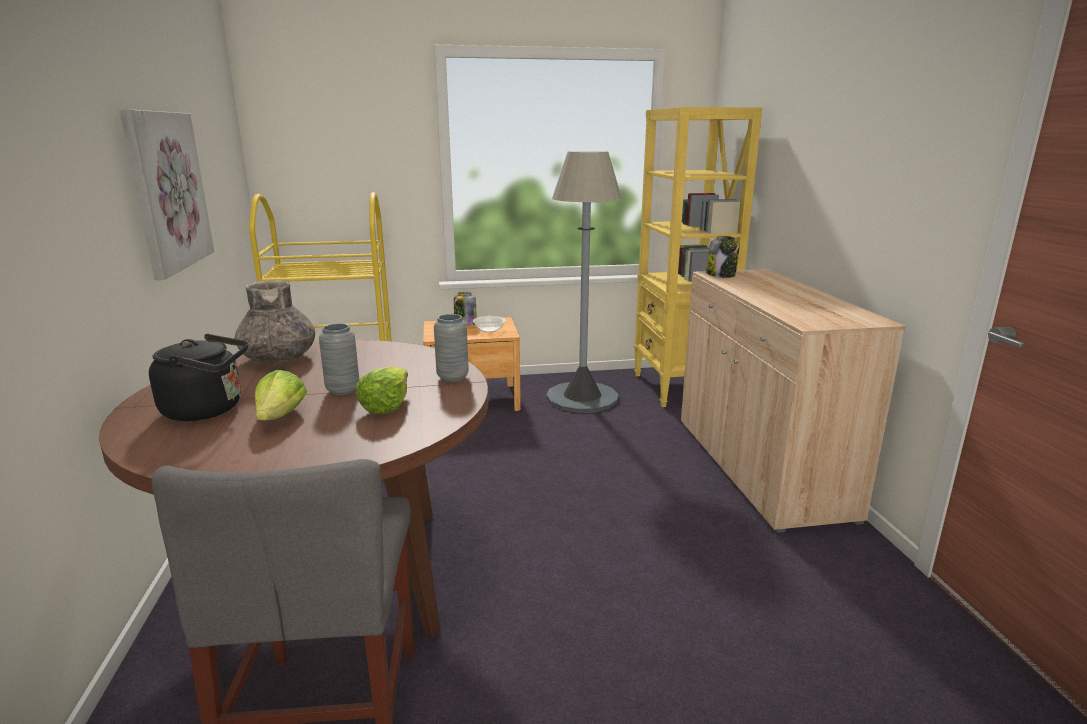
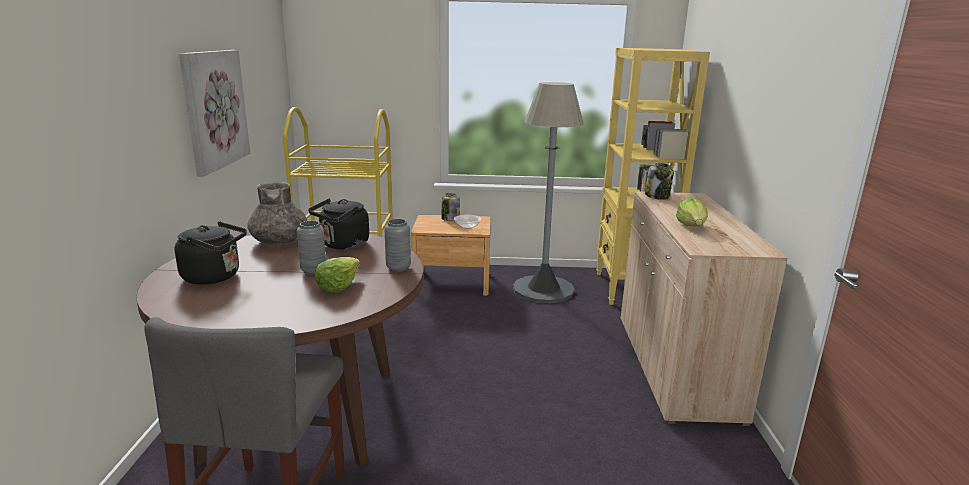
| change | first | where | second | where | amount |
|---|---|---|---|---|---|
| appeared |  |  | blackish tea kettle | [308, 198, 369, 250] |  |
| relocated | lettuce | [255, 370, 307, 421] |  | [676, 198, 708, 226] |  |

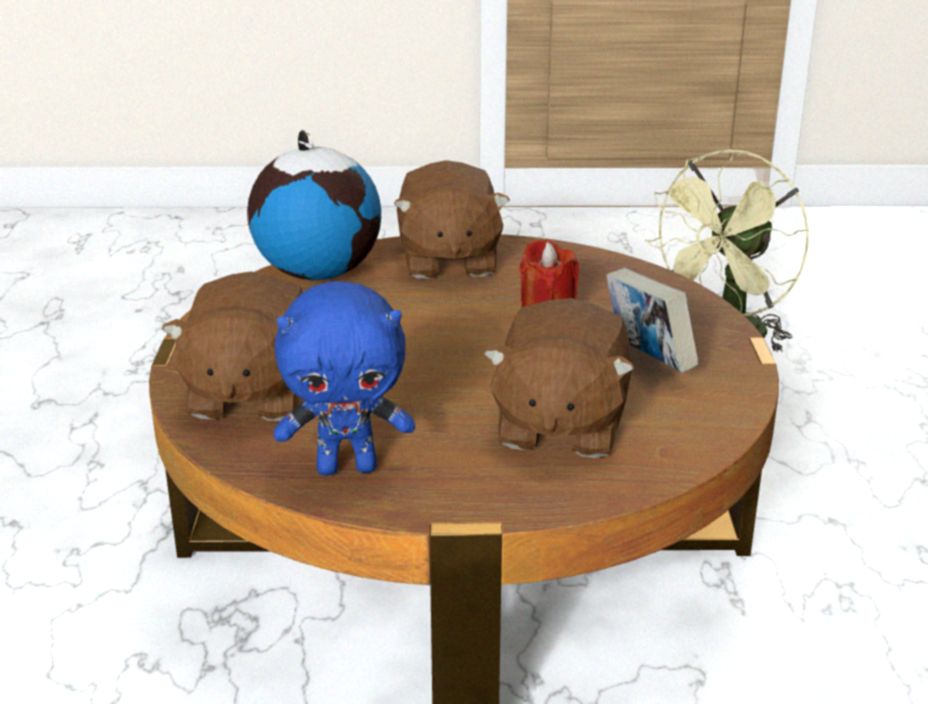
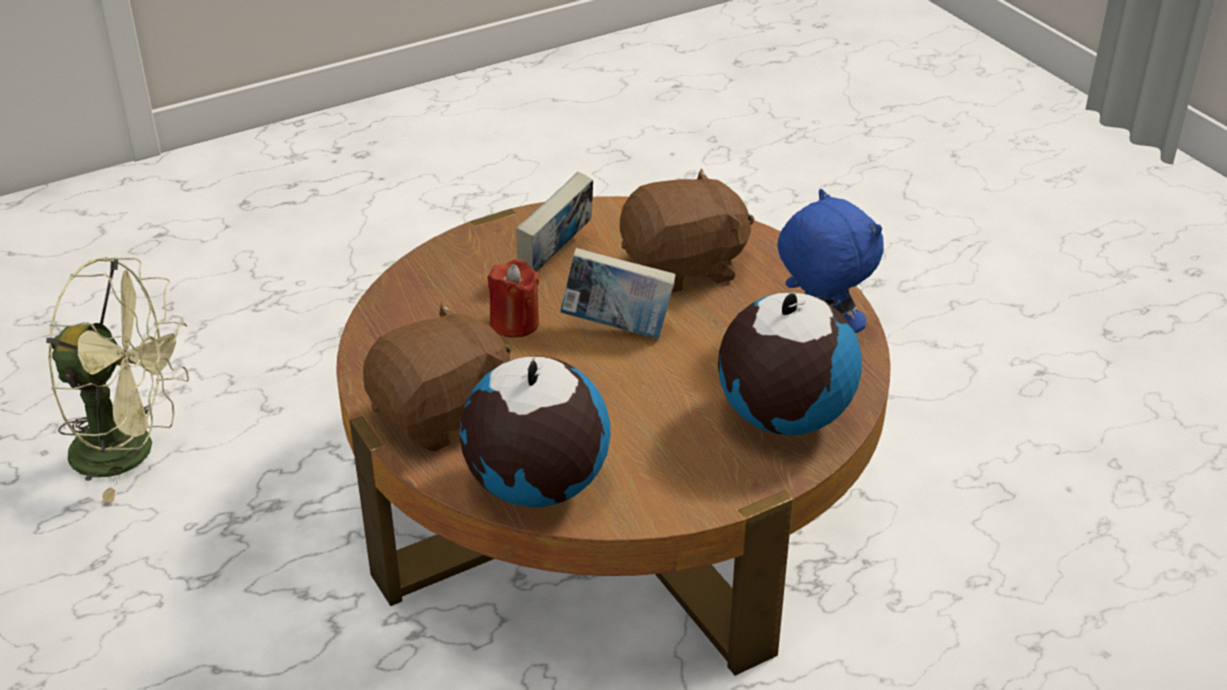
| change | first | where | second | where | amount |
|---|---|---|---|---|---|
| appeared |  |  | volume | [560, 248, 675, 338] |  |
| exchanged | brown cuddly toy | [162, 271, 303, 421] | globe | [718, 292, 862, 436] |  |

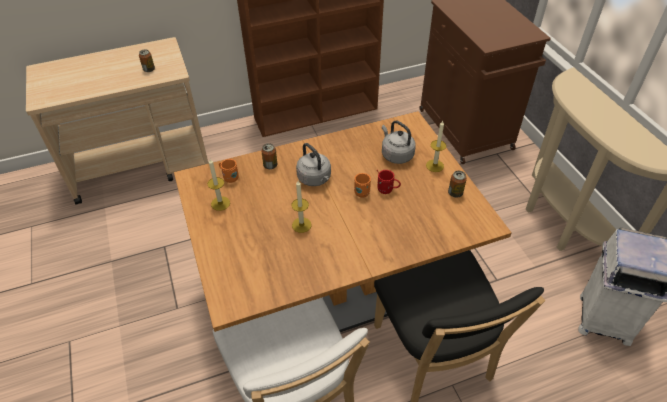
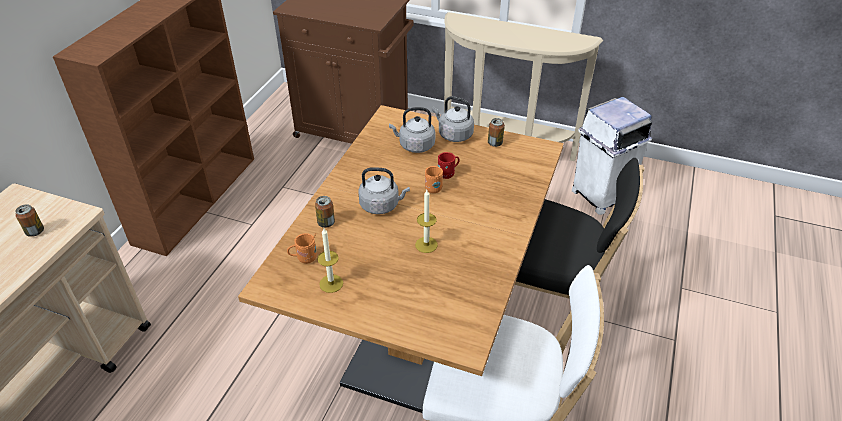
| change | first | where | second | where | amount |
|---|---|---|---|---|---|
| exchanged | wax light | [426, 120, 446, 172] | grey tea kettle | [432, 96, 474, 142] |  |

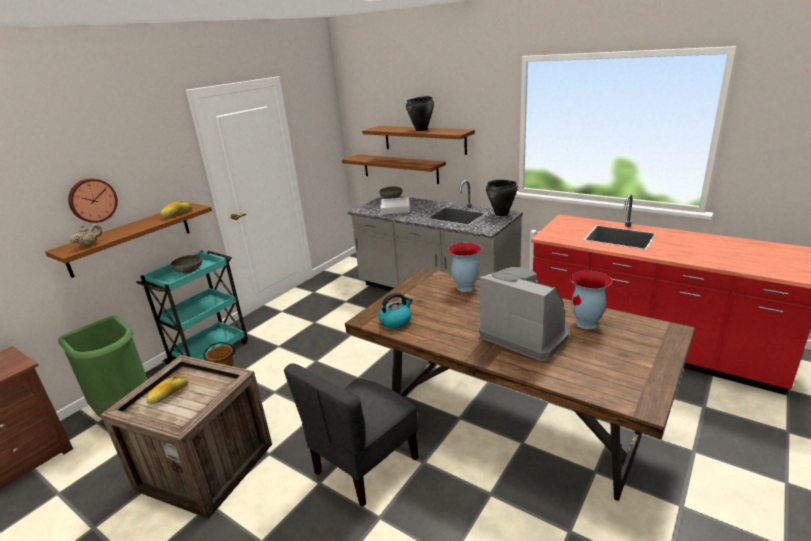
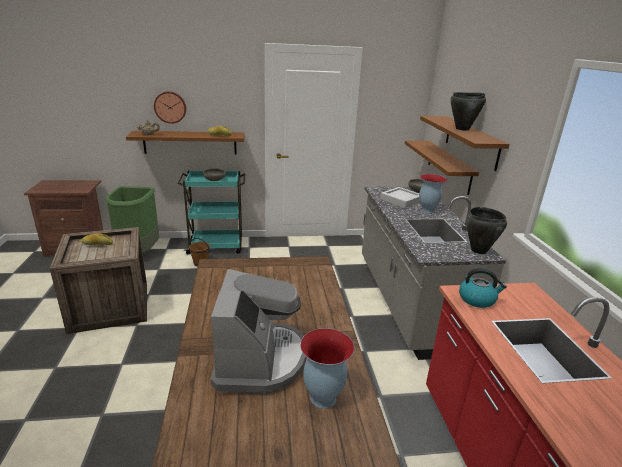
| change | first | where | second | where | amount |
|---|---|---|---|---|---|
| missing | grey upright chair | [284, 363, 418, 507] |  |  |  |
| relocated | tea kettle | [378, 293, 413, 329] |  | [459, 268, 507, 308] |  |
| relocated | vase | [448, 243, 481, 292] |  | [419, 174, 447, 213] |  |

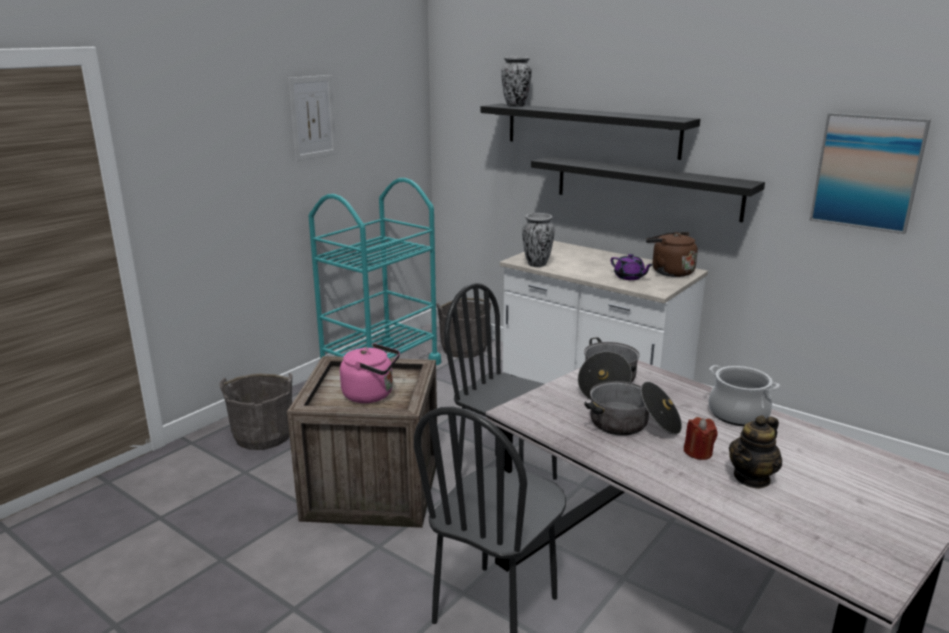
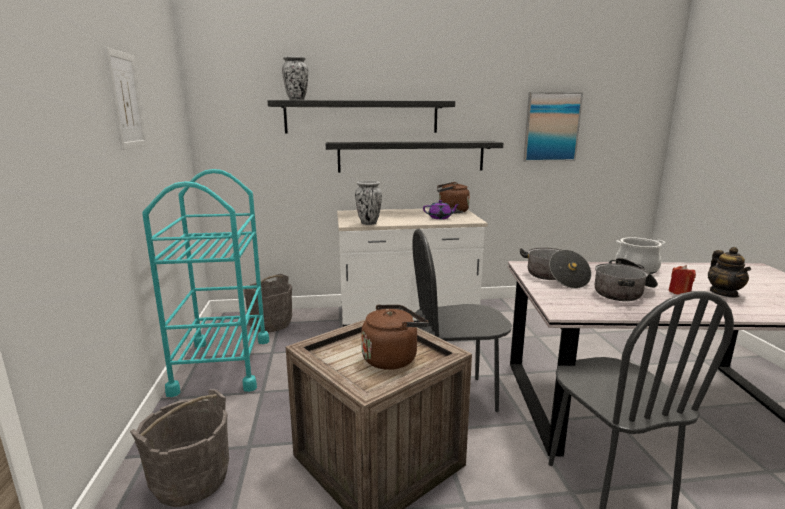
| change | first | where | second | where | amount |
|---|---|---|---|---|---|
| colour | pink-coloured tea kettle | [340, 343, 400, 403] | brown tea kettle | [361, 305, 429, 370] |  |

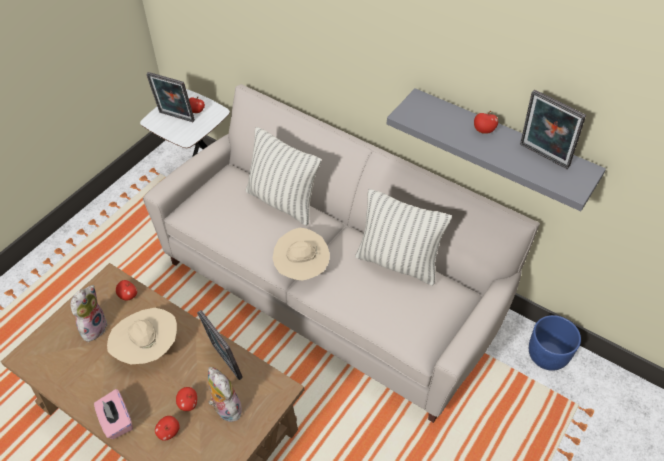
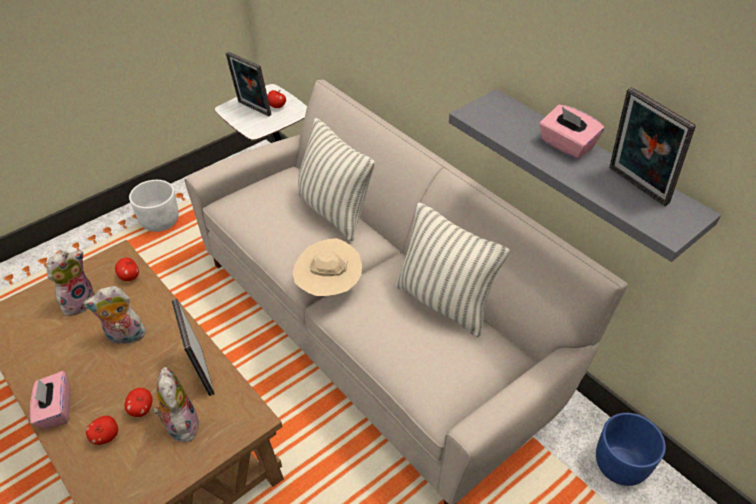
| change | first | where | second | where | amount |
|---|---|---|---|---|---|
| appeared |  |  | whitish plant pot | [129, 180, 179, 232] |  |
| exchanged | beige-coloured clothing hat | [107, 308, 177, 364] | cuddly toy | [83, 286, 146, 345] |  |
| exchanged | apple | [474, 111, 498, 134] | pink-coloured tissue box | [539, 105, 604, 159] |  |

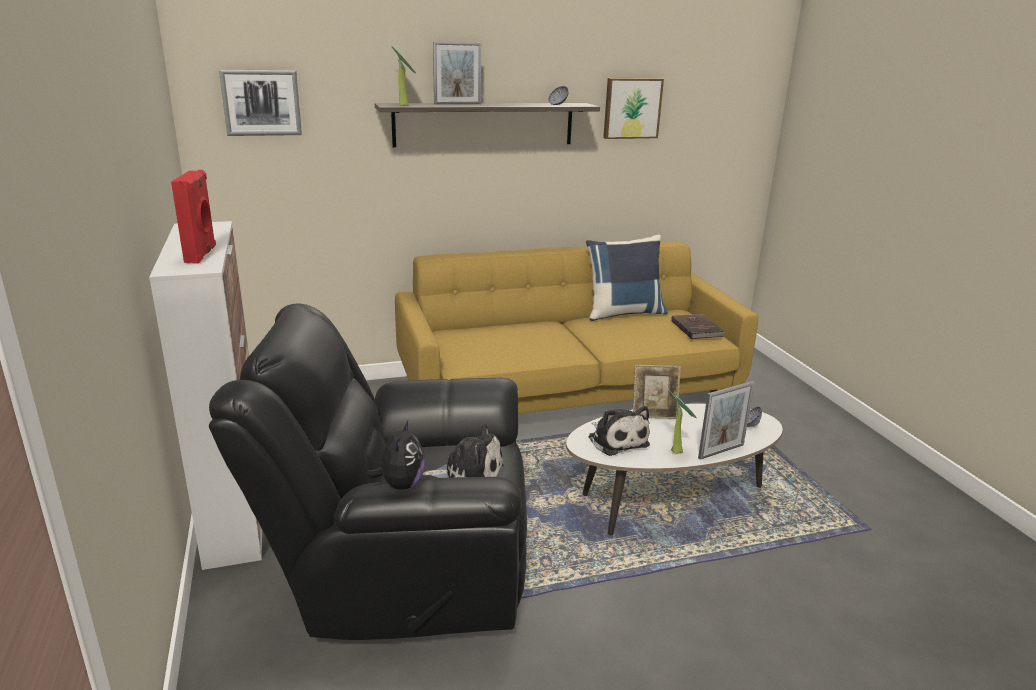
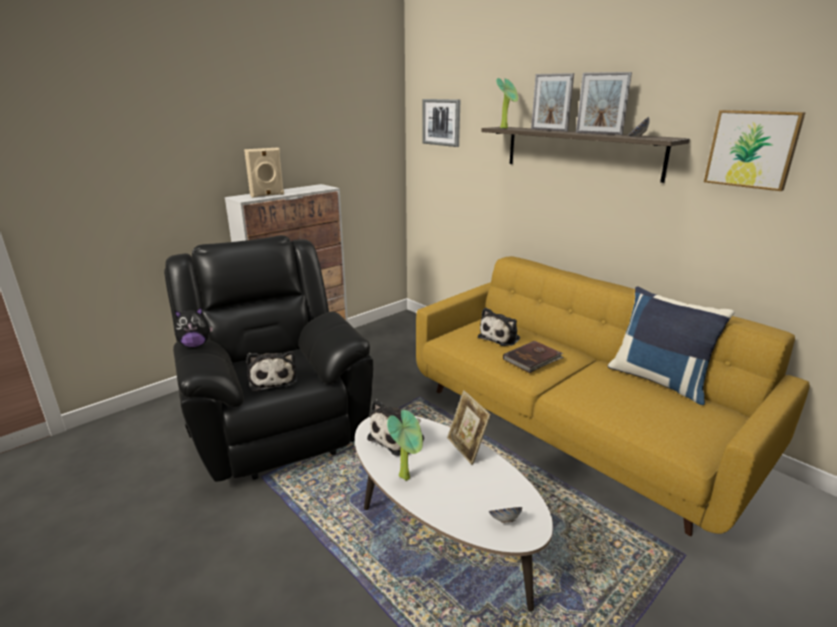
| change | first | where | second | where | amount |
|---|---|---|---|---|---|
| appeared |  |  | cuddly toy | [478, 308, 520, 346] |  |
| relocated | brown volume | [671, 314, 724, 339] |  | [503, 341, 564, 373] |  |
| relocated | photo frame | [698, 381, 755, 460] |  | [576, 72, 632, 135] |  |
| colour | red-coloured audio speaker | [171, 170, 216, 264] | beige-coloured audio speaker | [244, 148, 284, 198] |  |

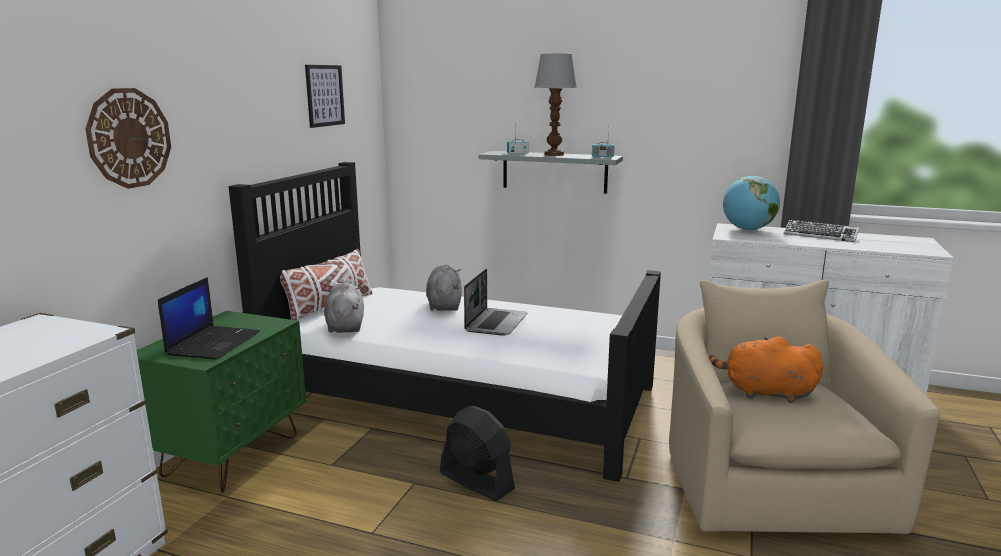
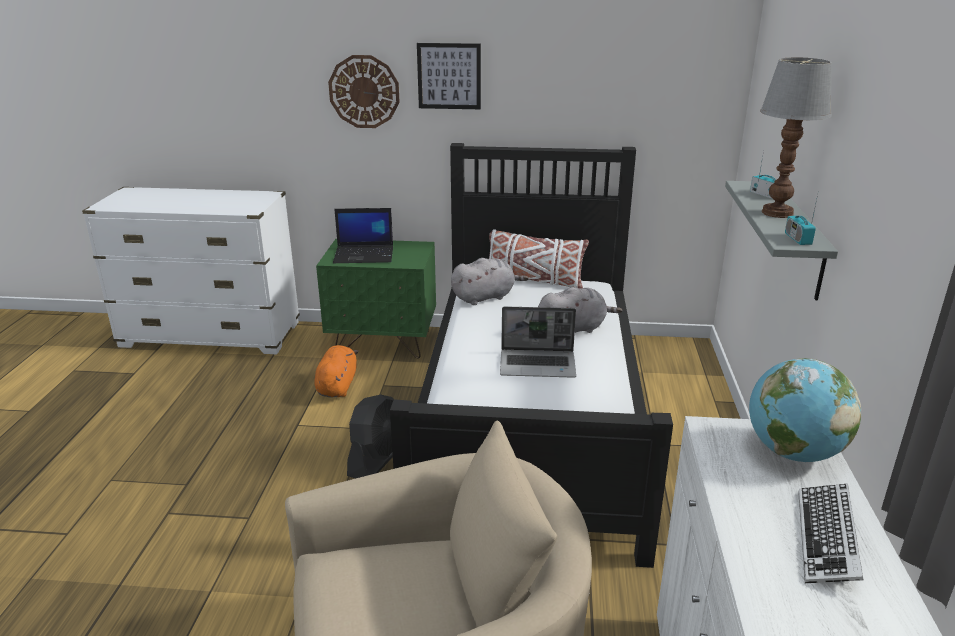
| change | first | where | second | where | amount |
|---|---|---|---|---|---|
| relocated | wall picture | [305, 65, 345, 128] |  | [417, 43, 481, 109] |  |
| relocated | orangey cuddly toy | [709, 337, 823, 403] |  | [314, 345, 359, 397] |  |

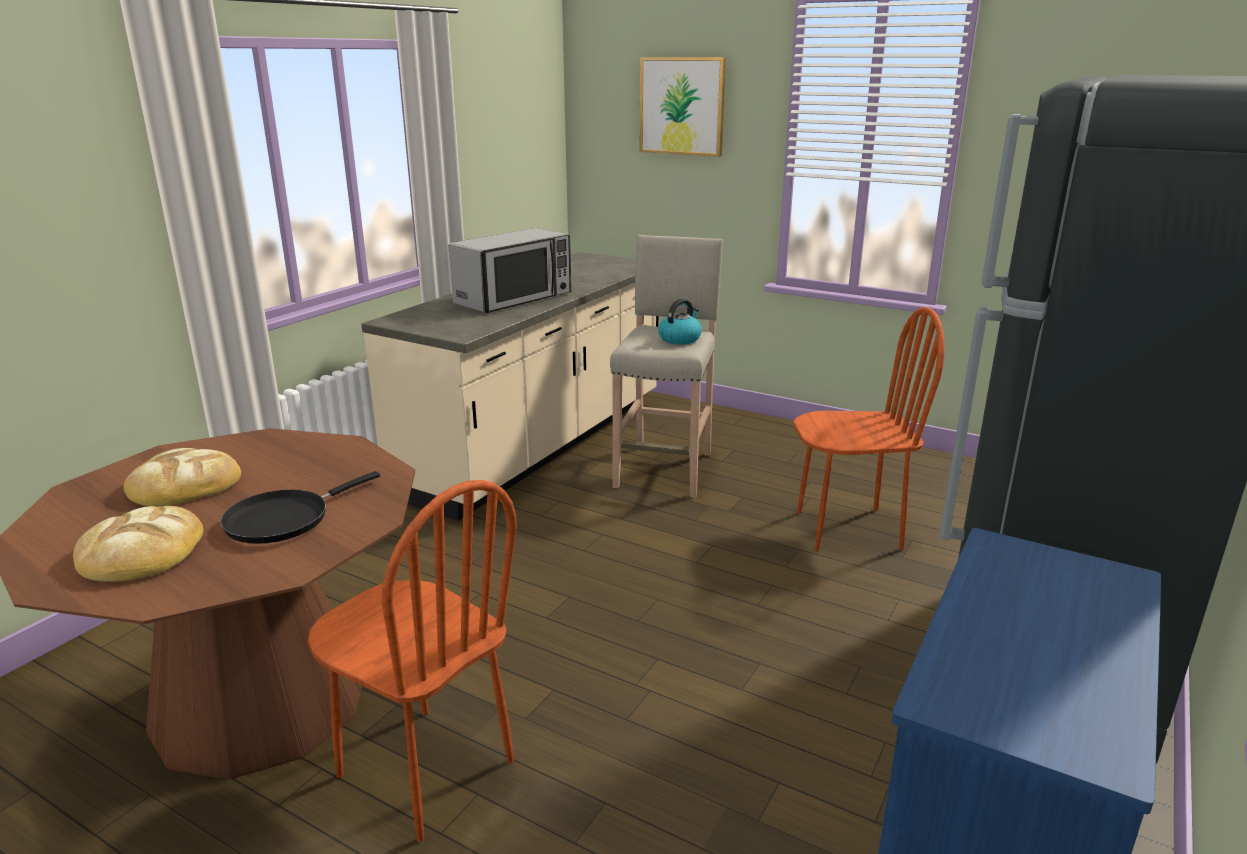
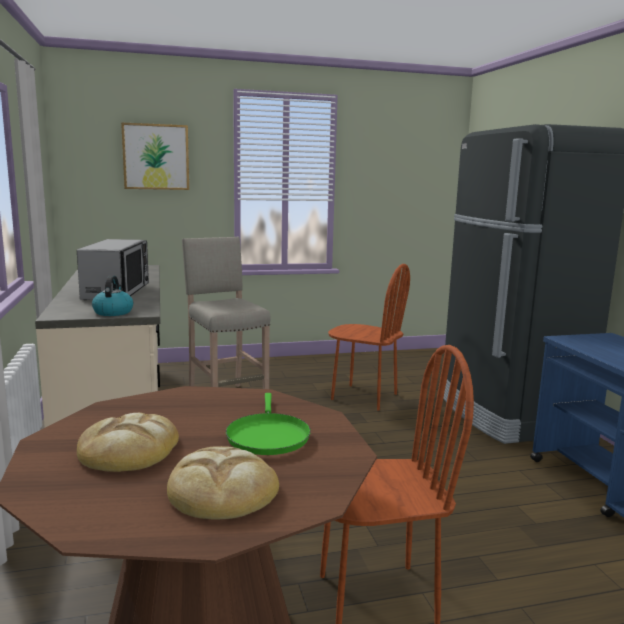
| change | first | where | second | where | amount |
|---|---|---|---|---|---|
| relocated | tea kettle | [659, 299, 702, 344] |  | [92, 275, 133, 316] |  |
| colour | blackish skillet | [220, 471, 380, 544] | green-coloured skillet | [226, 393, 311, 455] |  |
| spun | brown upright chair | [794, 307, 945, 551] |  | [328, 264, 410, 411] | 75 degrees clockwise |

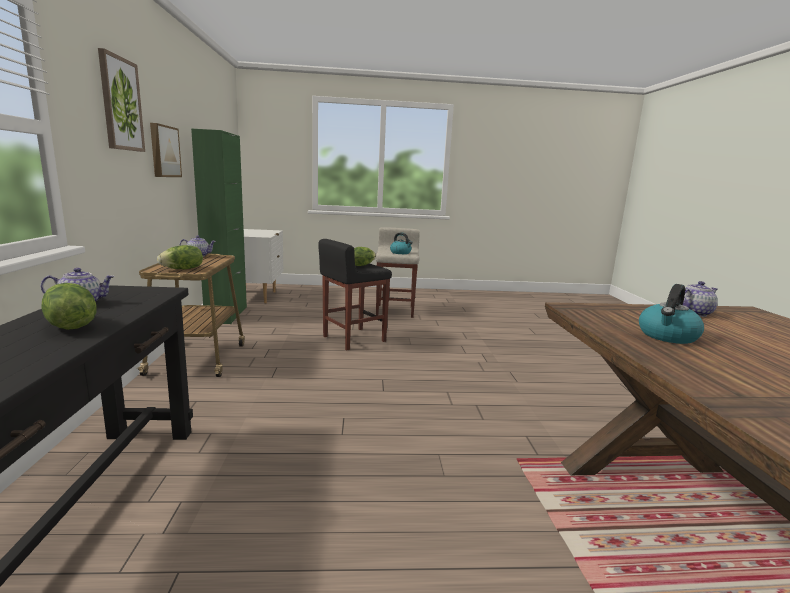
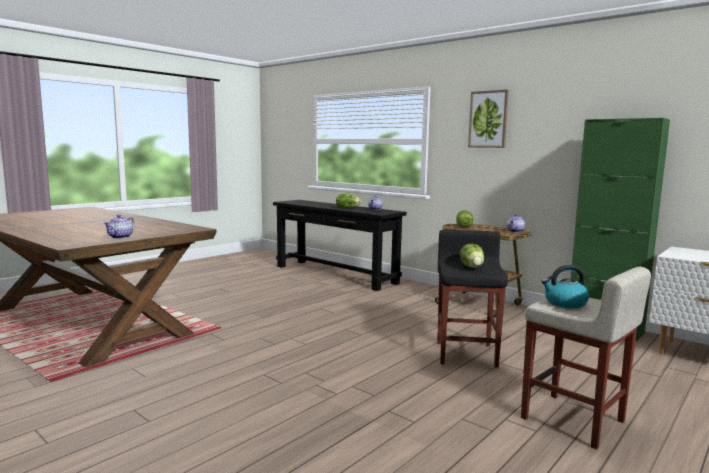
| change | first | where | second | where | amount |
|---|---|---|---|---|---|
| missing | wall picture | [150, 123, 182, 177] |  |  |  |
| missing | tea kettle | [639, 284, 704, 344] |  |  |  |

